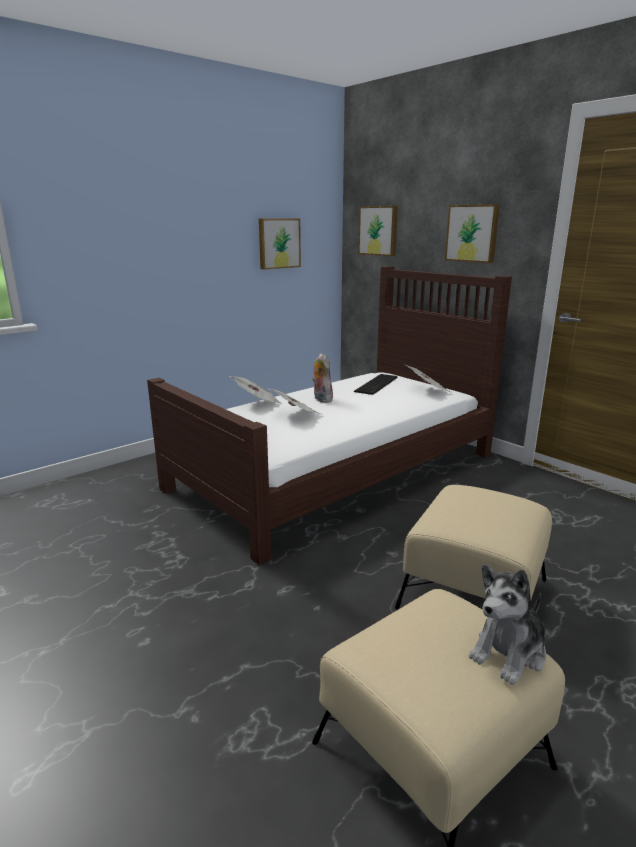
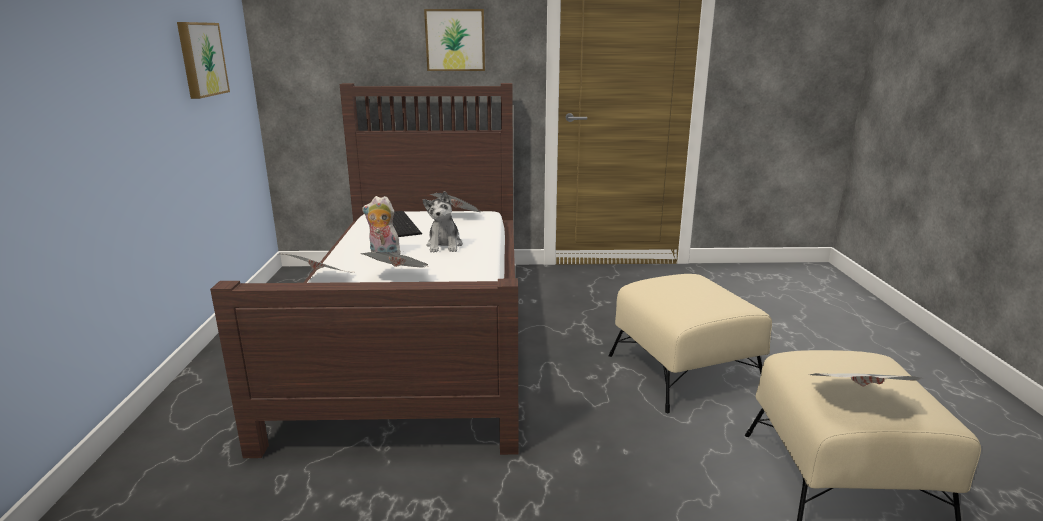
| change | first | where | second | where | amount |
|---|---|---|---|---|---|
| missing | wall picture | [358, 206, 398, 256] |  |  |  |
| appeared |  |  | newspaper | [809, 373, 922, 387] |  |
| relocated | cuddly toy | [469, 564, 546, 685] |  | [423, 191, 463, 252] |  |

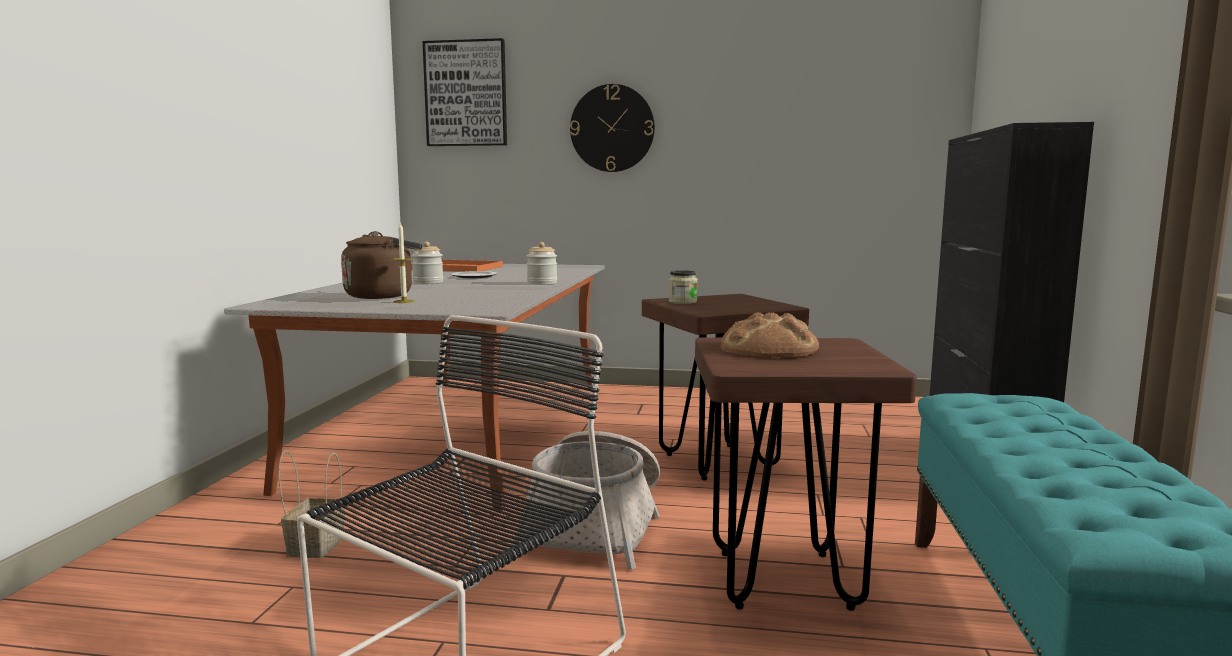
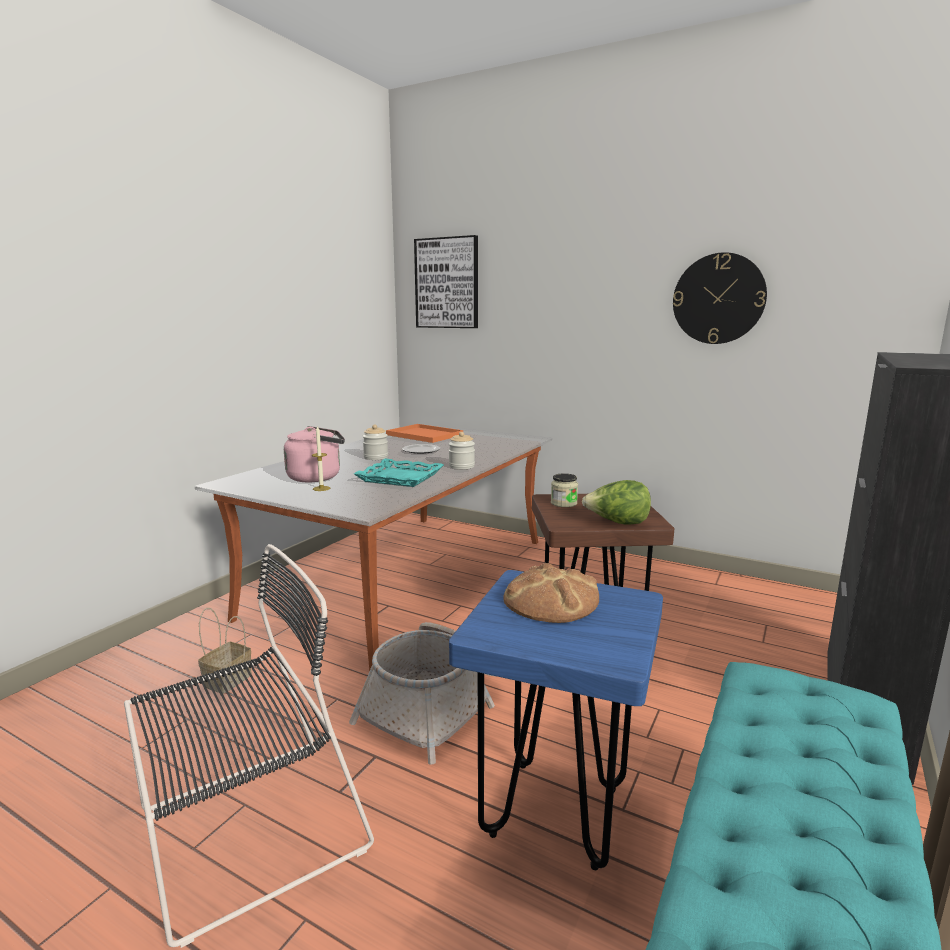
| change | first | where | second | where | amount |
|---|---|---|---|---|---|
| appeared |  |  | blue-green carrying tray | [354, 459, 444, 487] |  |
| appeared |  |  | lettuce | [582, 480, 651, 525] |  |
| relocated | hanging clock | [570, 84, 655, 172] |  | [673, 252, 767, 344] |  |
| colour | brown tea kettle | [341, 231, 423, 299] | pink-coloured tea kettle | [284, 426, 345, 482] |  |
| colour | brown sitting stool | [695, 337, 917, 611] | blue-coloured sitting stool | [449, 570, 663, 870] |  |

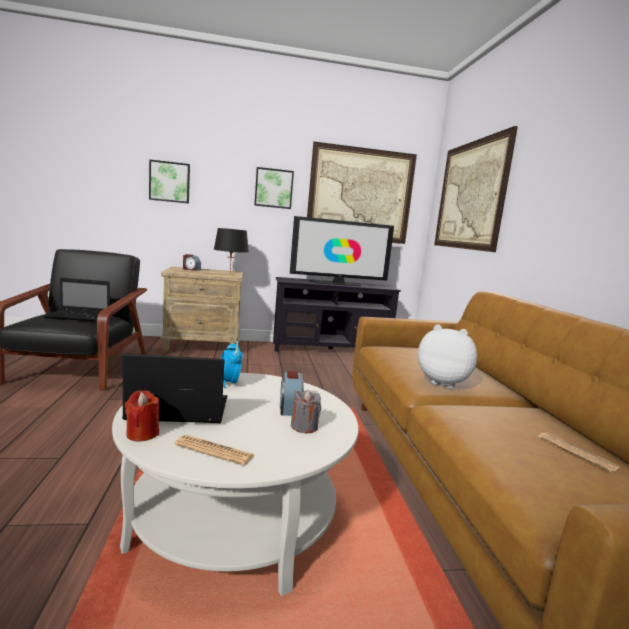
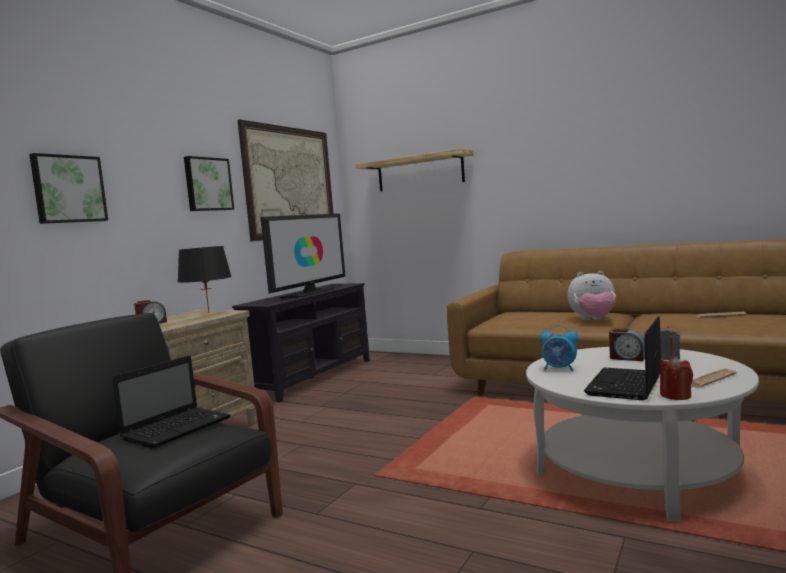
| change | first | where | second | where | amount |
|---|---|---|---|---|---|
| exchanged | wall picture | [434, 126, 518, 252] | wall shelf | [356, 148, 474, 192] |  |
| spun | cuddly toy | [418, 325, 477, 388] |  | [567, 271, 616, 320] | 150 degrees counterclockwise |

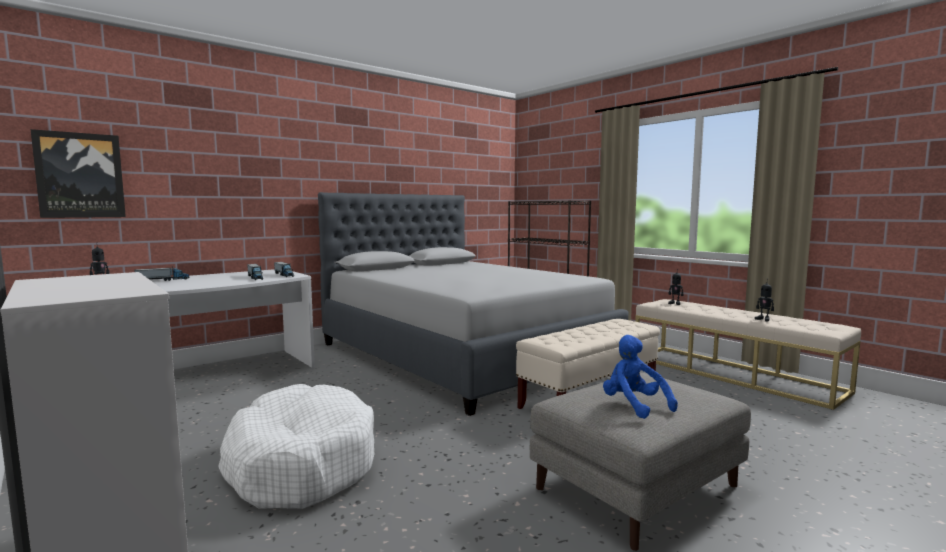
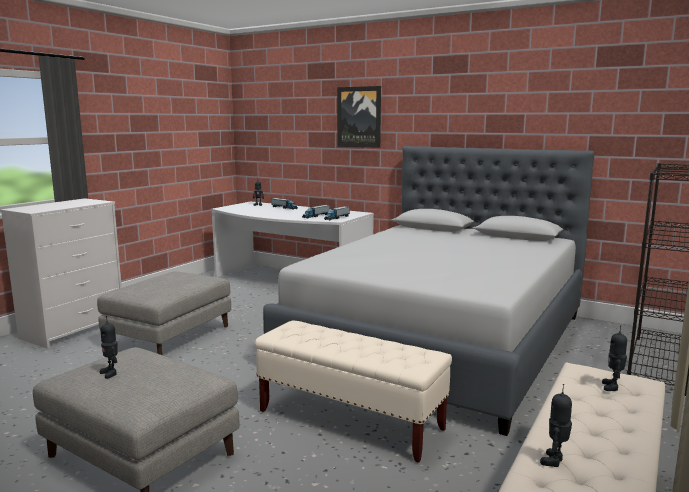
| change | first | where | second | where | amount |
|---|---|---|---|---|---|
| relocated | wall picture | [30, 129, 126, 218] |  | [337, 86, 381, 148] |  |
| exchanged | whitish pet bed | [218, 384, 375, 509] | grey footrest | [97, 271, 231, 355] |  |
| exchanged | blue-coloured cuddly toy | [603, 335, 678, 419] | model robot | [100, 316, 118, 379] |  |

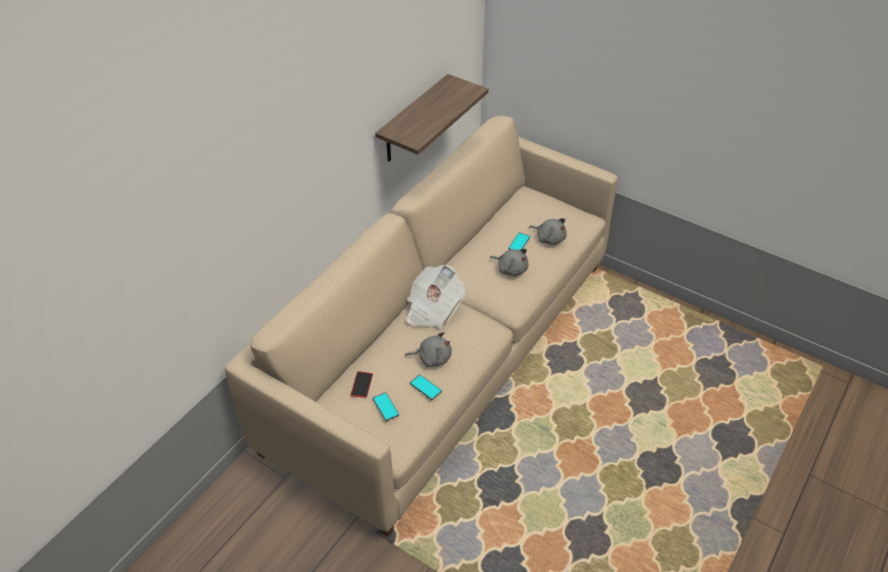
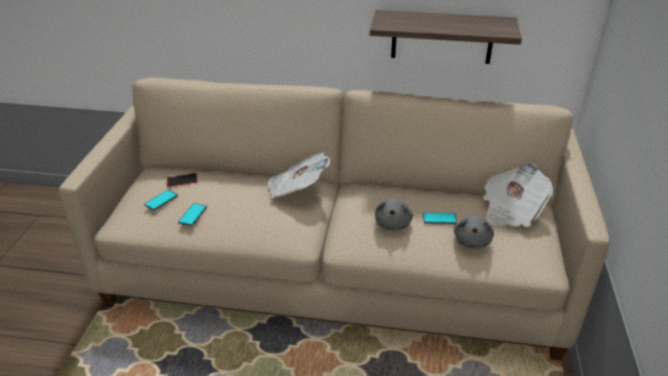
| change | first | where | second | where | amount |
|---|---|---|---|---|---|
| missing | grey cuddly toy | [405, 332, 452, 368] |  |  |  |
| appeared |  |  | newspaper | [483, 164, 553, 227] |  |

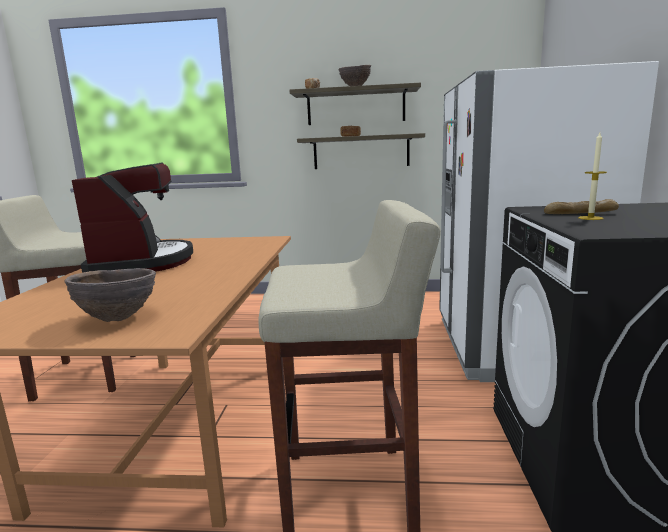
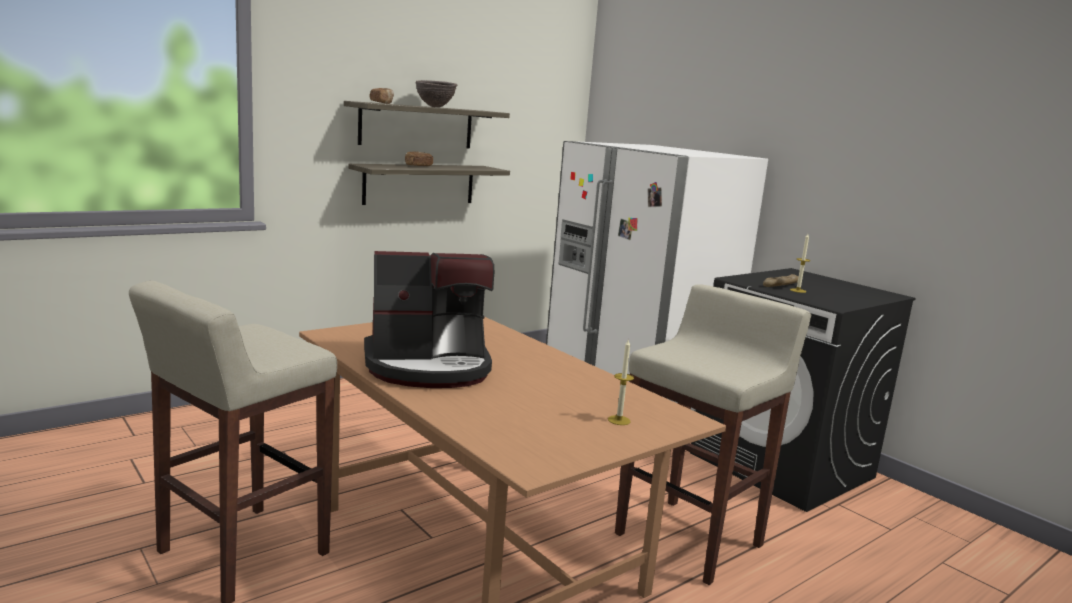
| change | first | where | second | where | amount |
|---|---|---|---|---|---|
| exchanged | brown bowl | [65, 268, 156, 322] | wax light | [608, 339, 634, 425] |  |
| spun | coffee brewer | [72, 162, 193, 273] |  | [364, 251, 494, 388] | 135 degrees clockwise |

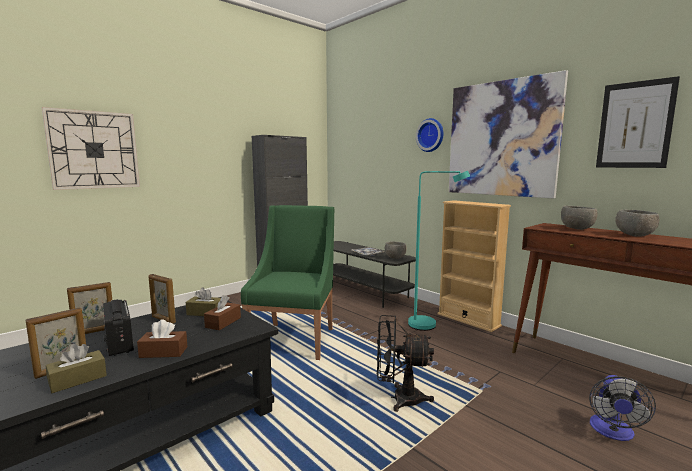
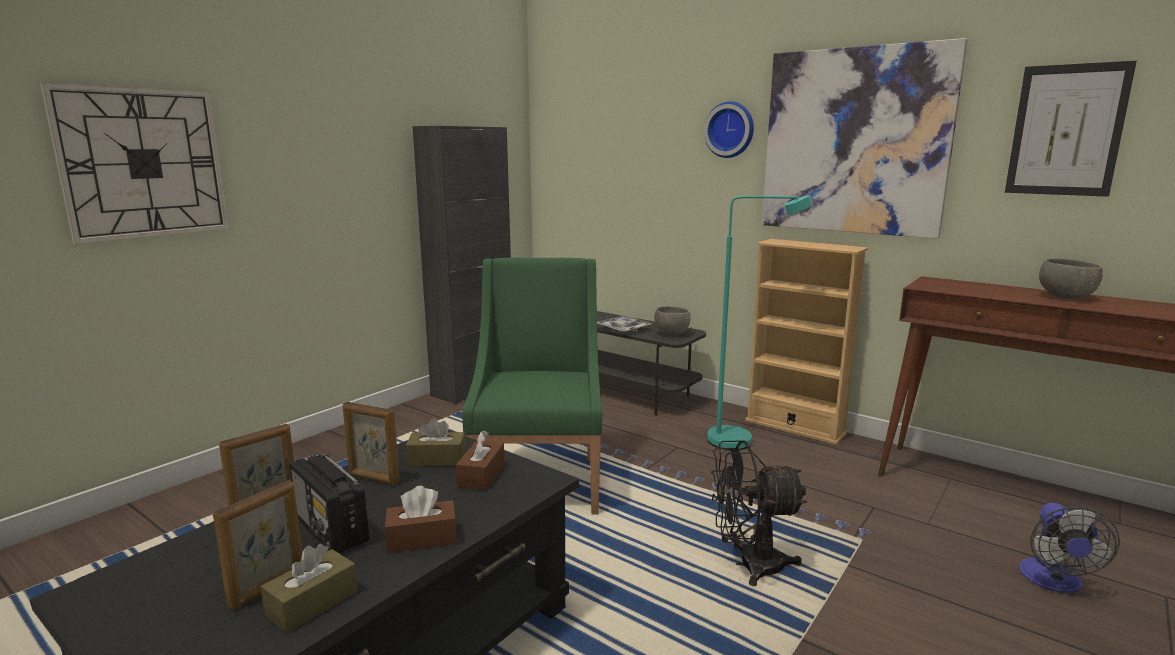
| change | first | where | second | where | amount |
|---|---|---|---|---|---|
| missing | grey bowl | [561, 206, 598, 230] |  |  |  |

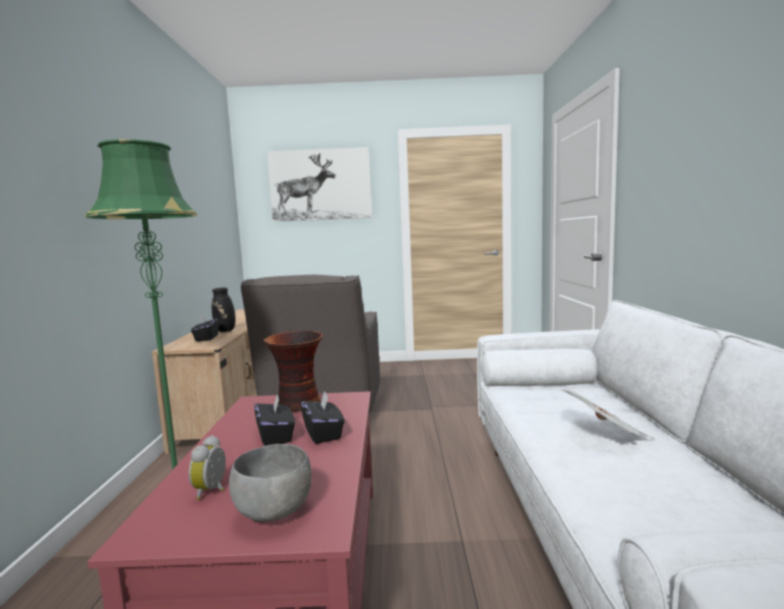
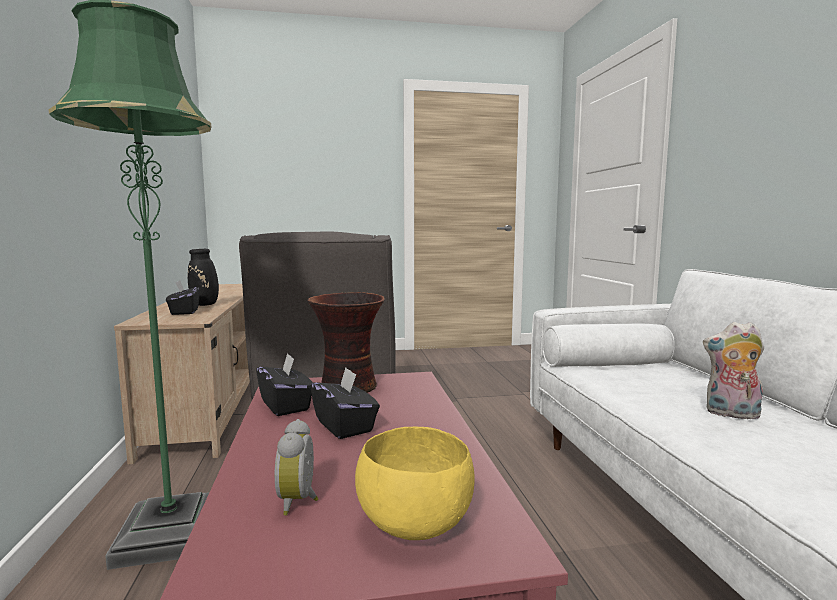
| change | first | where | second | where | amount |
|---|---|---|---|---|---|
| missing | wall picture | [267, 147, 372, 222] |  |  |  |
| relocated | blackish tissue box | [301, 390, 345, 444] |  | [256, 353, 312, 416] |  |
| exchanged | newspaper | [561, 389, 656, 439] | cuddly toy | [703, 322, 764, 419] |  |
| colour | grey bowl | [229, 444, 312, 522] | yellow-coloured bowl | [355, 427, 475, 540] |  |

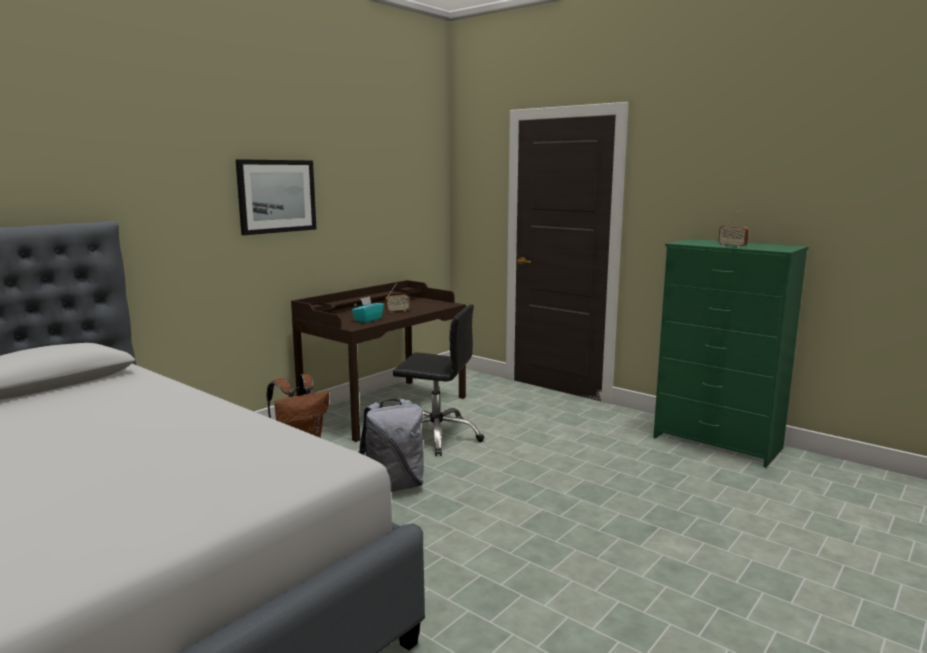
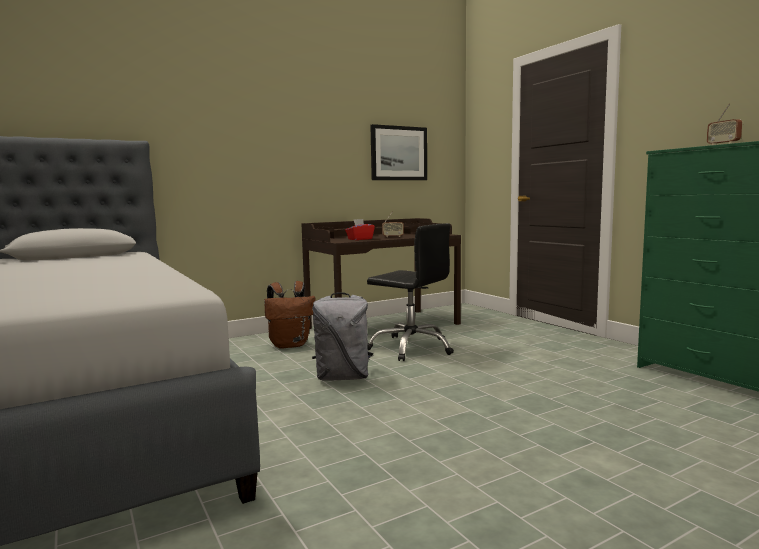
| change | first | where | second | where | amount |
|---|---|---|---|---|---|
| relocated | wall picture | [236, 159, 316, 235] |  | [370, 124, 427, 180] |  |
| colour | blue-green tissue box | [351, 296, 384, 323] | red-coloured tissue box | [345, 219, 375, 240] |  |

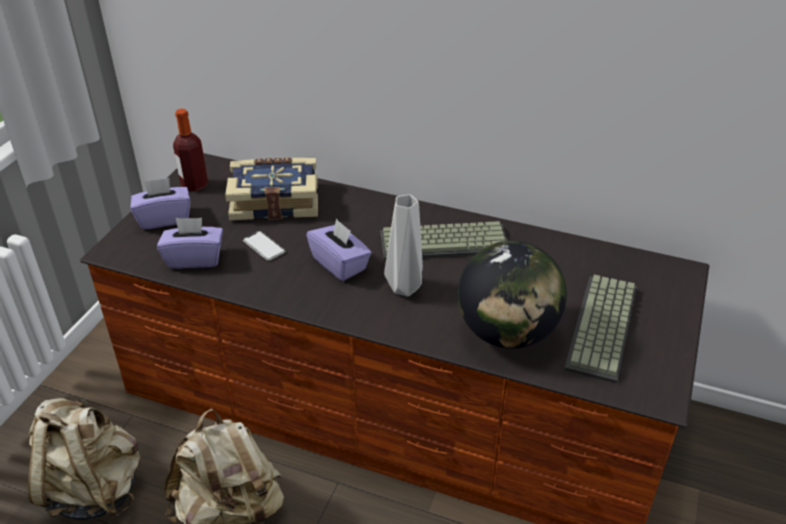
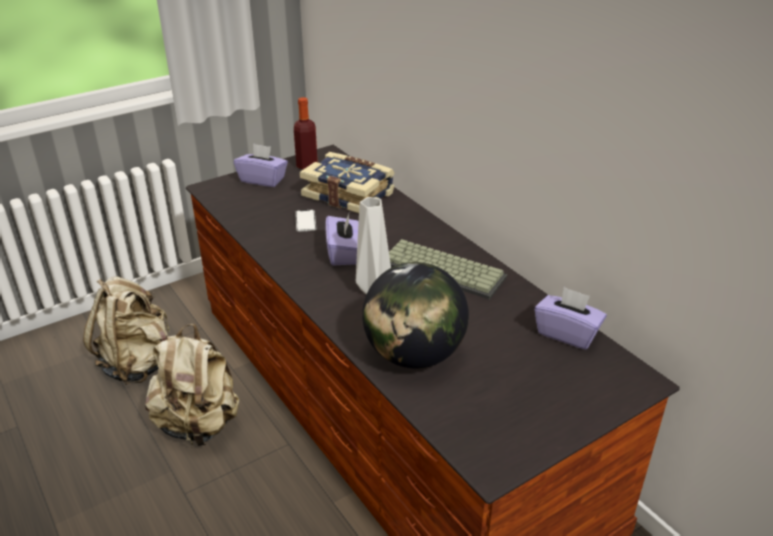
| change | first | where | second | where | amount |
|---|---|---|---|---|---|
| missing | computer keyboard | [564, 275, 637, 384] |  |  |  |
| relocated | purple tissue box | [157, 218, 223, 269] |  | [534, 287, 607, 350] |  |

